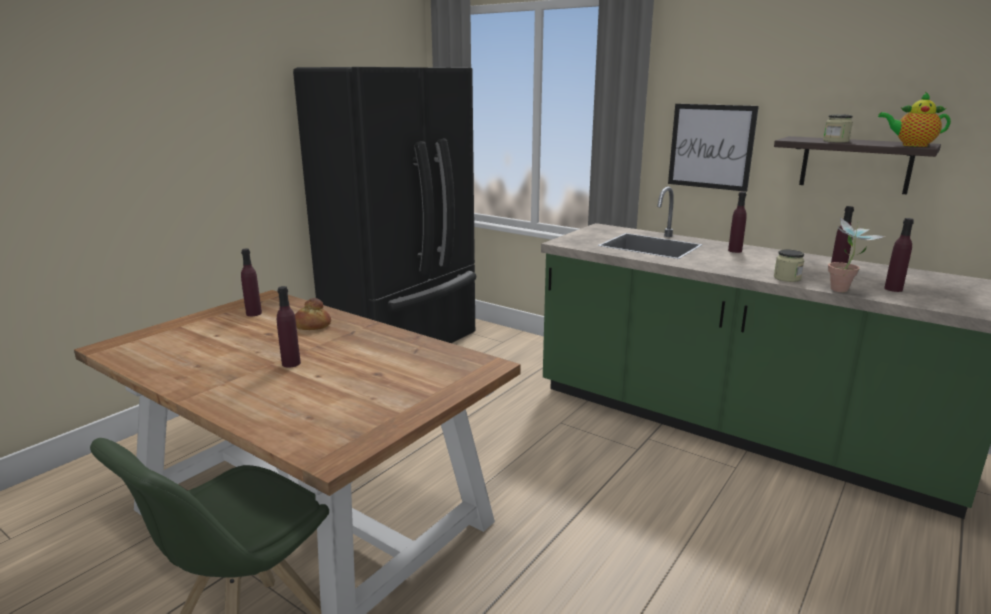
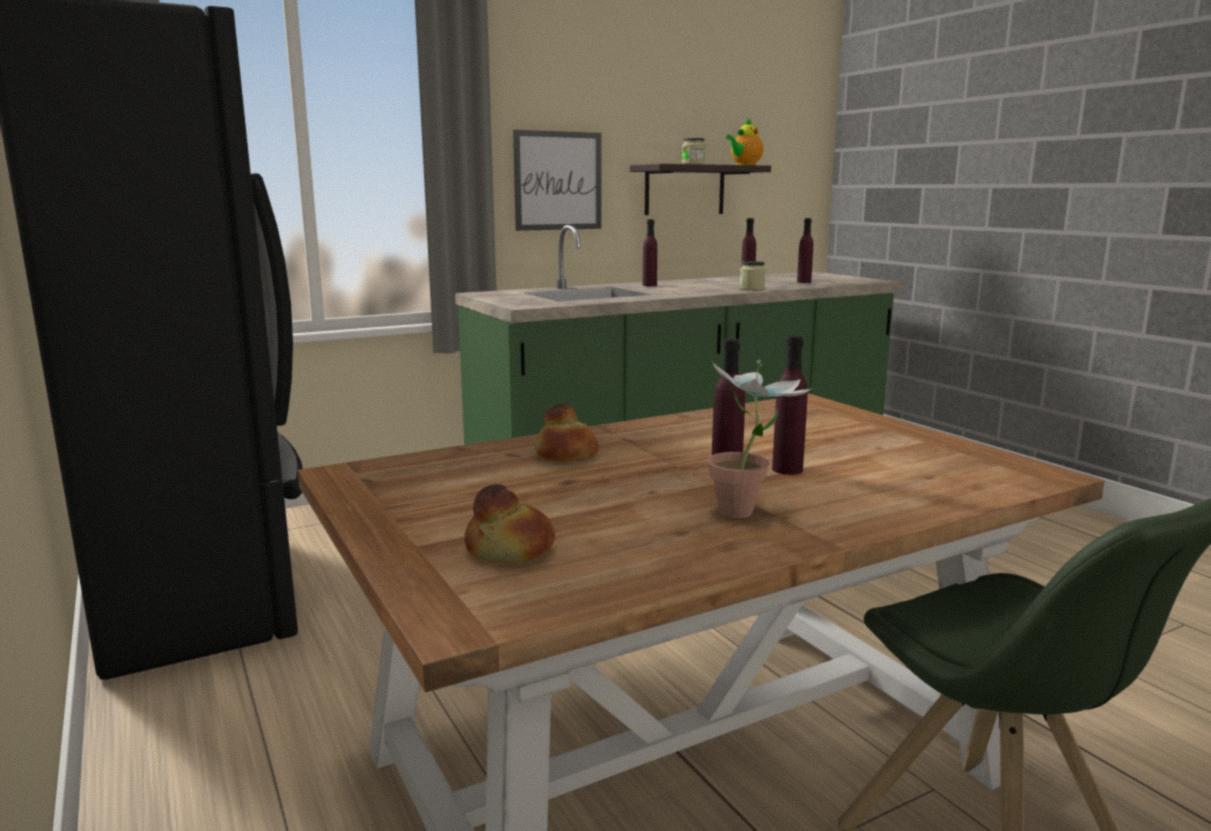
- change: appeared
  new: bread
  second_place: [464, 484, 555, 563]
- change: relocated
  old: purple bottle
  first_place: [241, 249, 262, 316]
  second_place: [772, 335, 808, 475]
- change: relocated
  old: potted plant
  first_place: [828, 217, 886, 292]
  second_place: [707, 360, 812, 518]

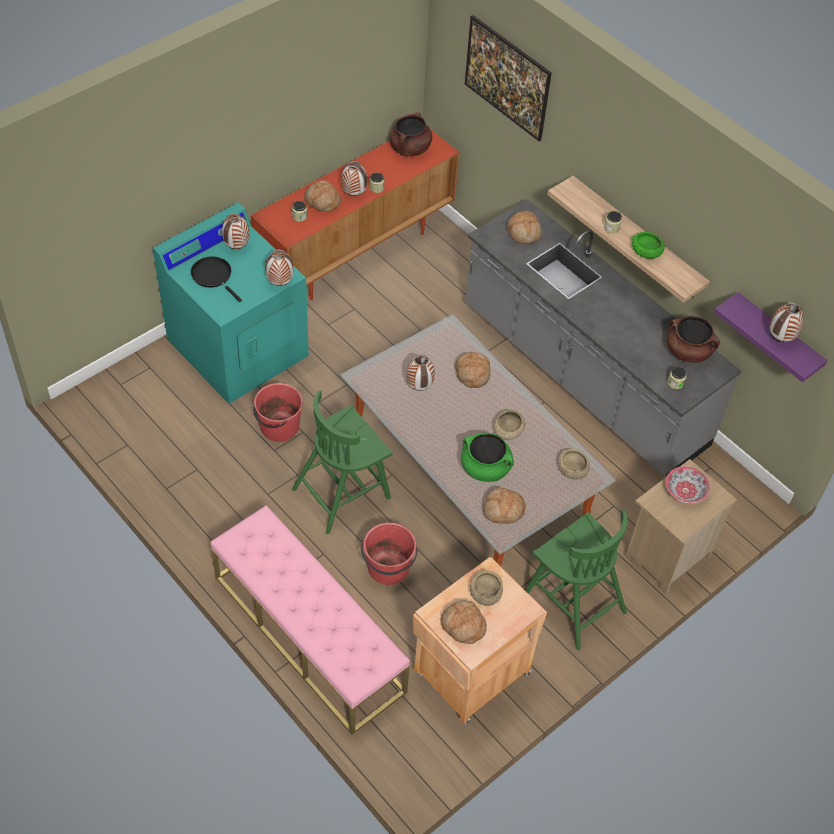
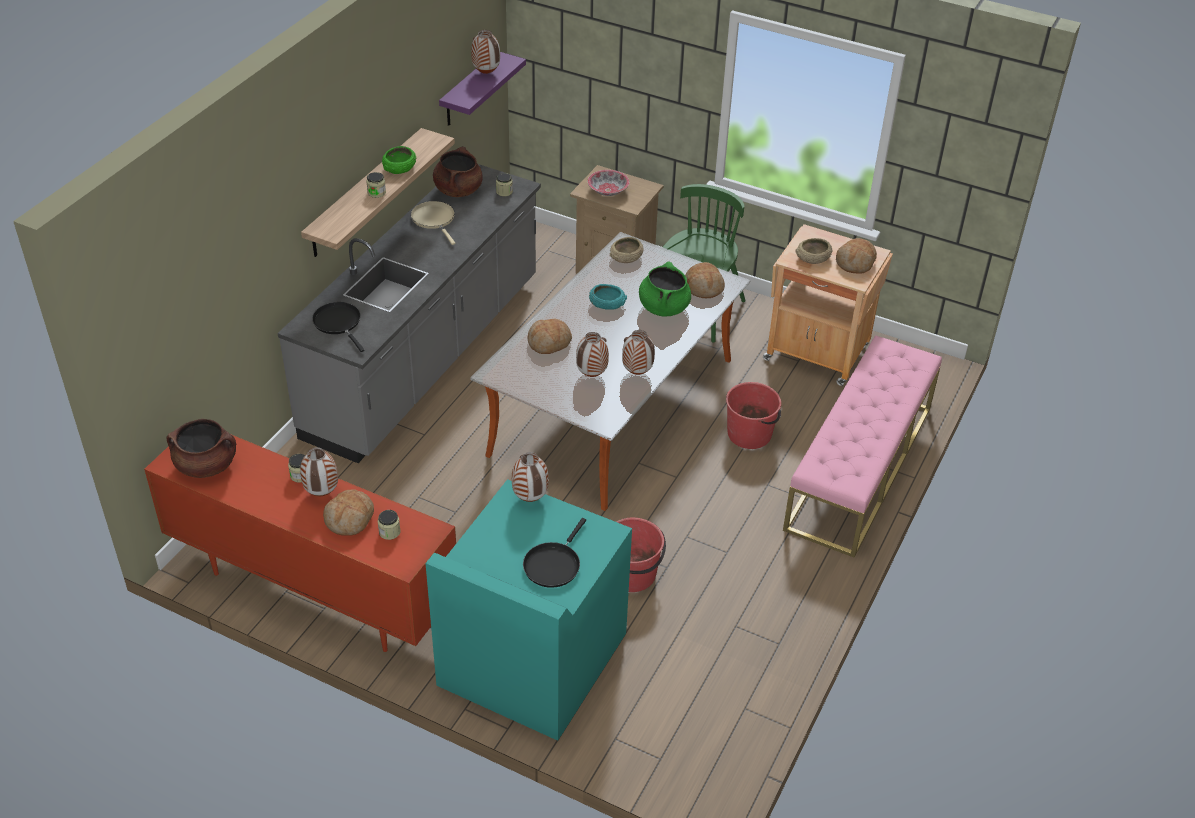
- change: missing
  old: green chair
  first_place: [292, 390, 393, 534]
- change: missing
  old: picture
  first_place: [465, 15, 552, 141]
- change: appeared
  new: beige frying pan
  second_place: [411, 201, 455, 245]
- change: relocated
  old: vase
  first_place: [222, 213, 249, 249]
  second_place: [622, 330, 655, 375]
- change: exchanged
  old: bread
  new: black frying pan
  first_place: [507, 211, 542, 244]
  second_place: [312, 302, 364, 352]
- change: colour
  old: beige bowl
  new: turquoise bowl
  first_place: [494, 410, 525, 440]
  second_place: [589, 284, 627, 310]

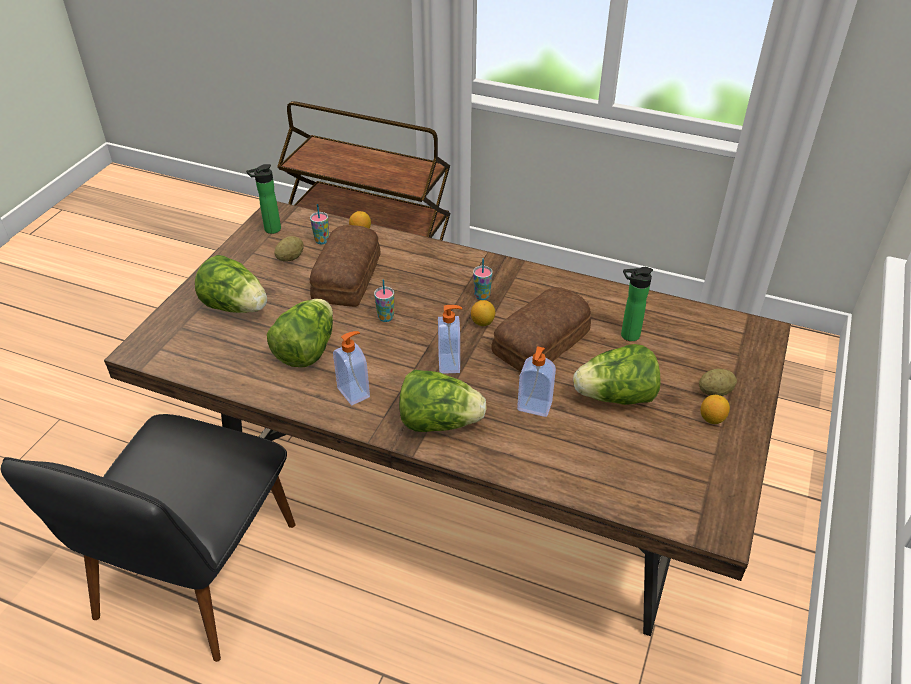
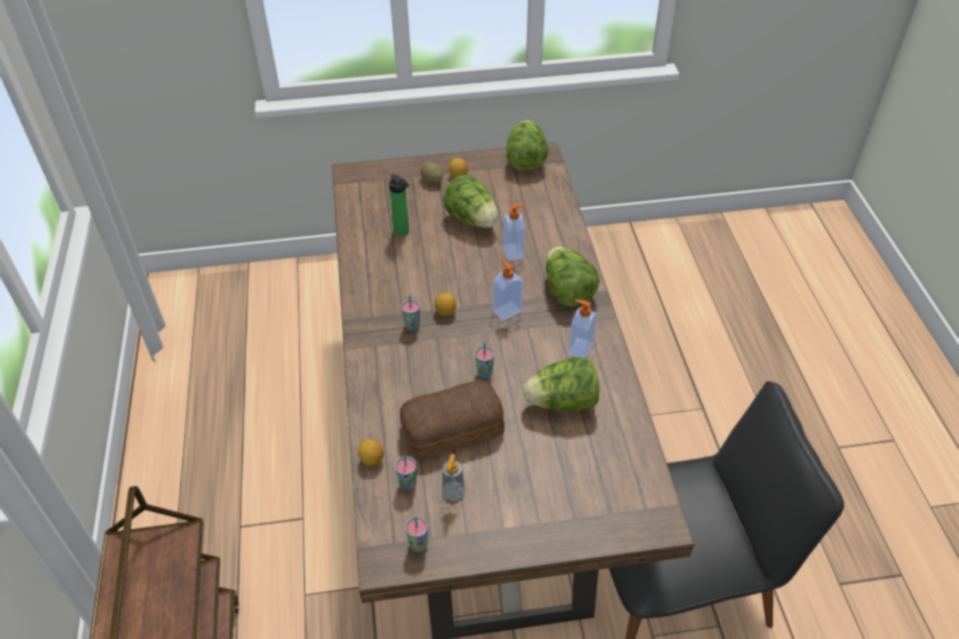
- change: missing
  old: bread
  first_place: [492, 287, 591, 372]
- change: relocated
  old: lettuce
  first_place: [195, 255, 267, 313]
  second_place: [506, 120, 548, 171]
- change: exchanged
  old: bottle
  new: cup
  first_place: [246, 164, 281, 234]
  second_place: [405, 516, 428, 552]
- change: exchanged
  old: potato
  new: soap dispenser
  first_place: [274, 236, 304, 262]
  second_place: [442, 454, 465, 502]

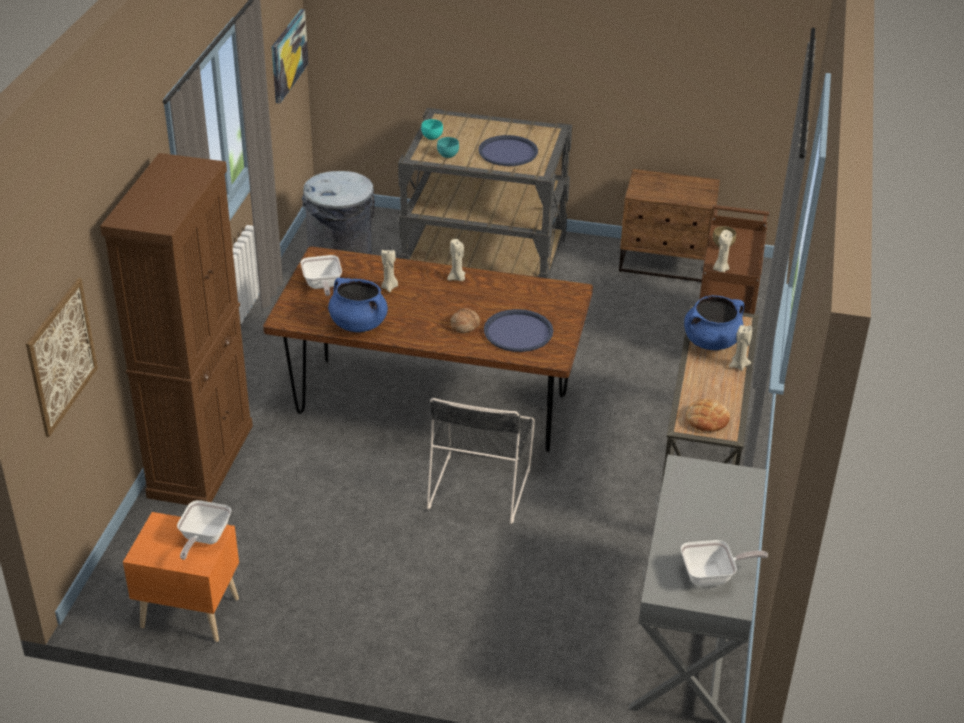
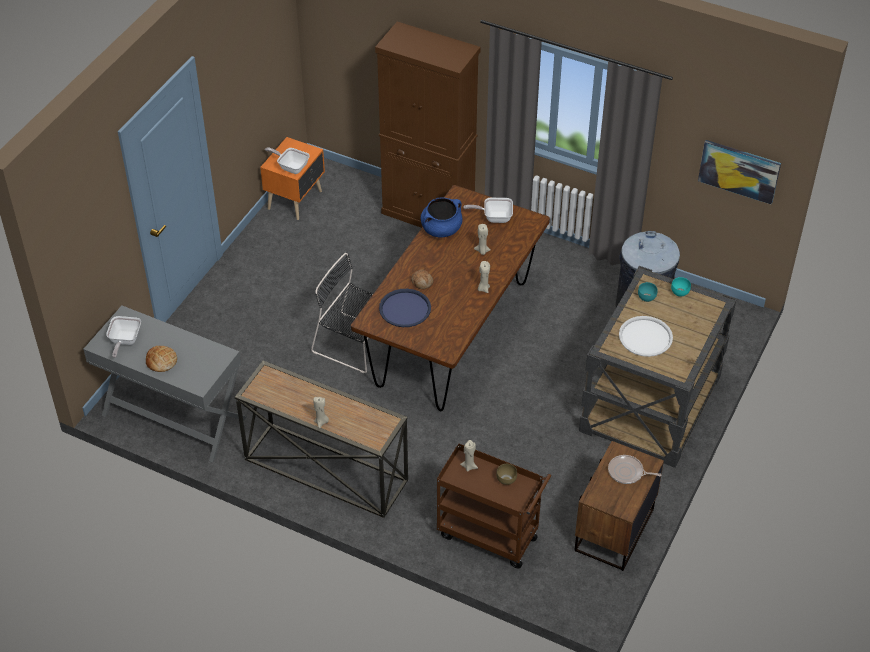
- change: missing
  old: picture
  first_place: [26, 278, 98, 437]
- change: missing
  old: blue cooking pot
  first_place: [684, 295, 745, 350]
- change: appeared
  new: frying pan
  second_place: [608, 455, 661, 484]
- change: relocated
  old: bread
  first_place: [686, 399, 730, 432]
  second_place: [146, 346, 177, 372]
- change: colour
  old: blue tray
  new: white tray
  first_place: [478, 135, 538, 166]
  second_place: [619, 316, 673, 357]

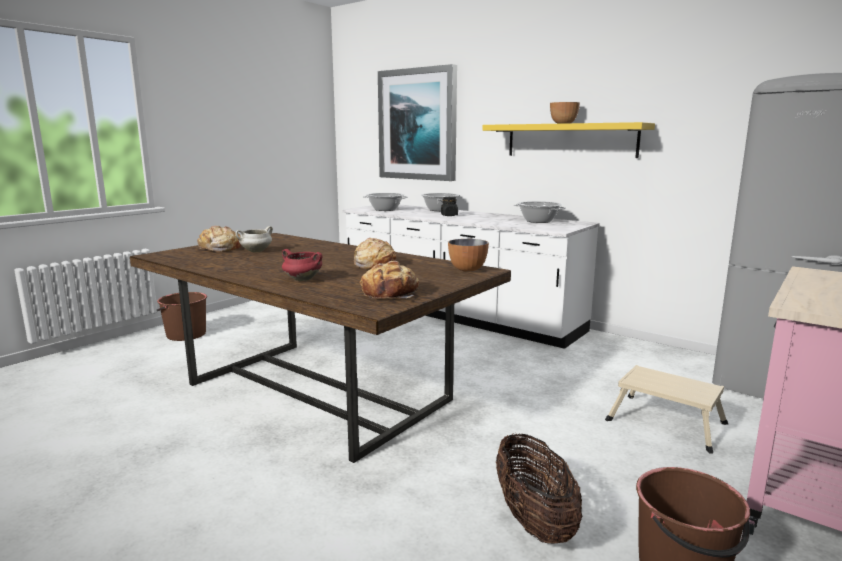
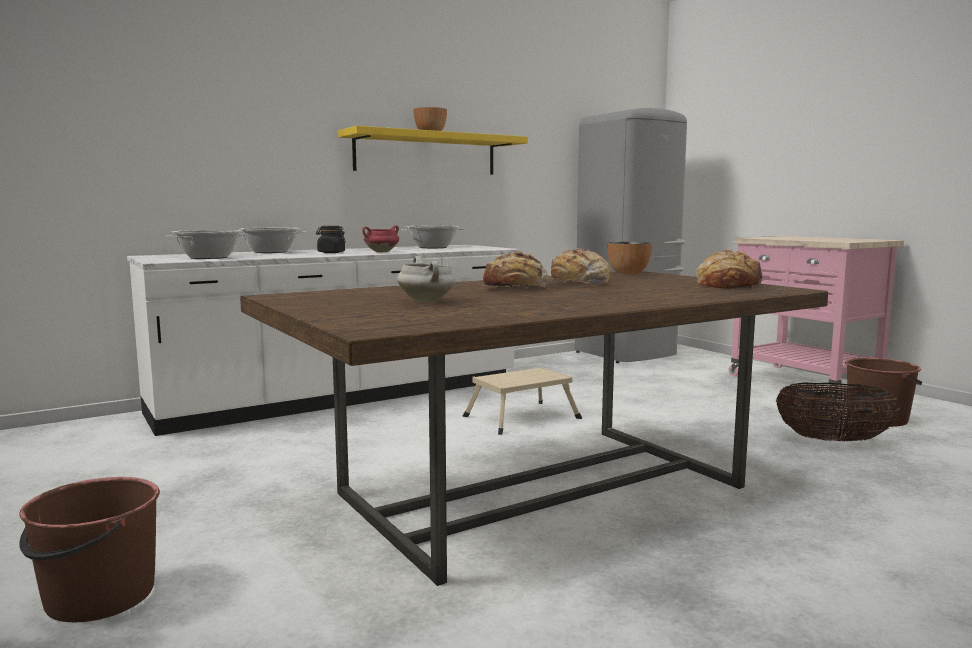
- change: missing
  old: picture
  first_place: [378, 64, 457, 181]
- change: relocated
  old: bread
  first_place: [197, 226, 241, 252]
  second_place: [480, 251, 548, 288]
- change: relocated
  old: red cooking pot
  first_place: [282, 249, 323, 281]
  second_place: [362, 225, 399, 253]
- change: relocated
  old: beige step ladder
  first_place: [605, 365, 728, 454]
  second_place: [462, 367, 582, 435]

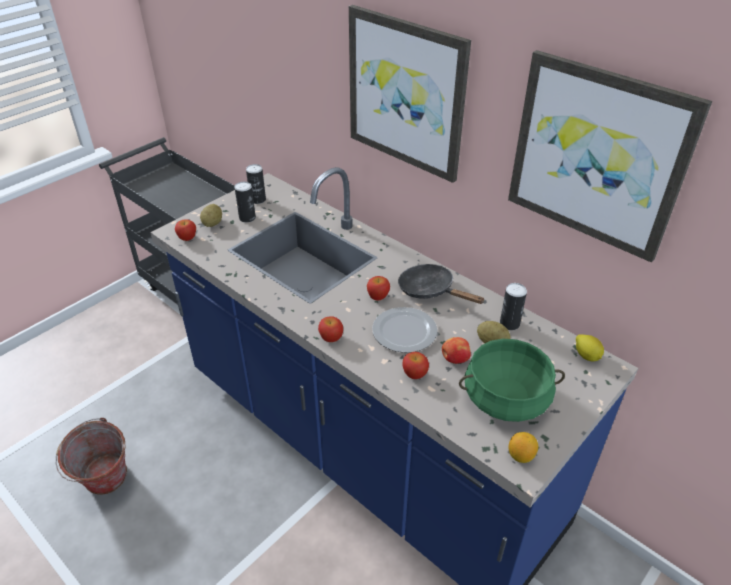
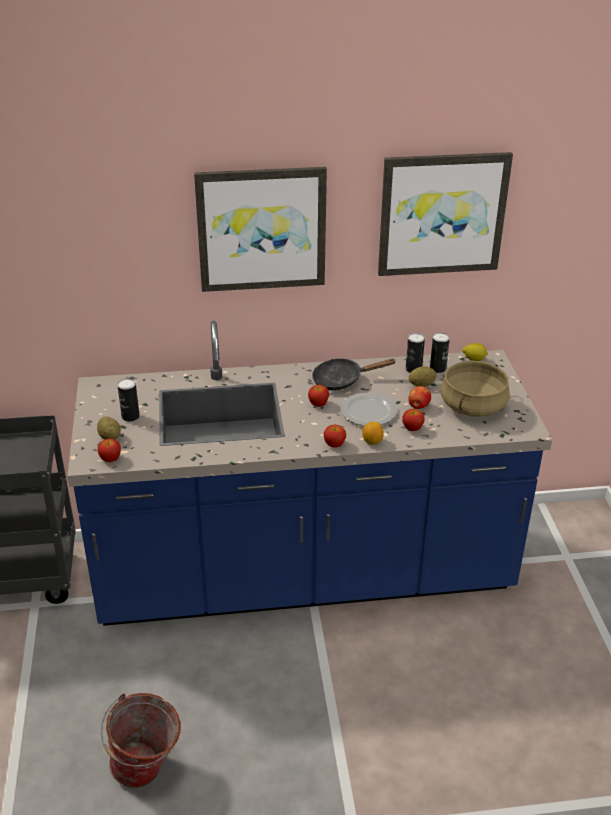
- change: relocated
  old: can
  first_place: [246, 164, 266, 204]
  second_place: [430, 332, 450, 373]
- change: relocated
  old: lemon
  first_place: [508, 432, 538, 463]
  second_place: [362, 422, 384, 445]
- change: colour
  old: green cooking pot
  new: beige cooking pot
  first_place: [459, 339, 565, 422]
  second_place: [441, 361, 510, 417]

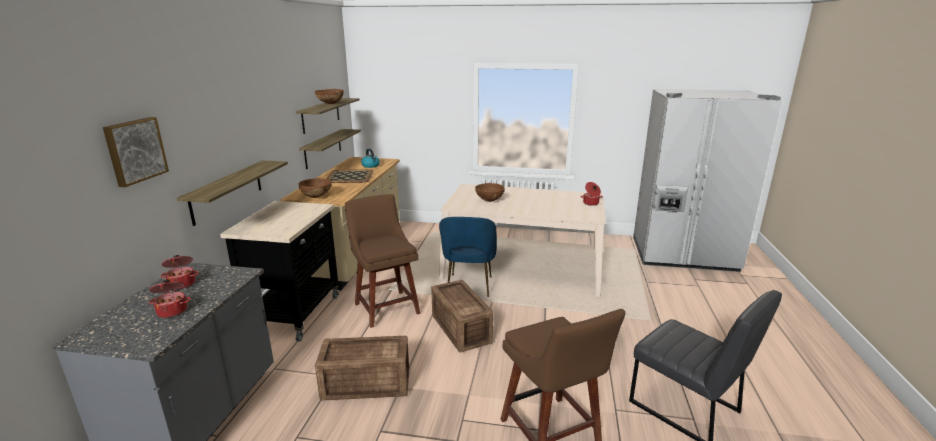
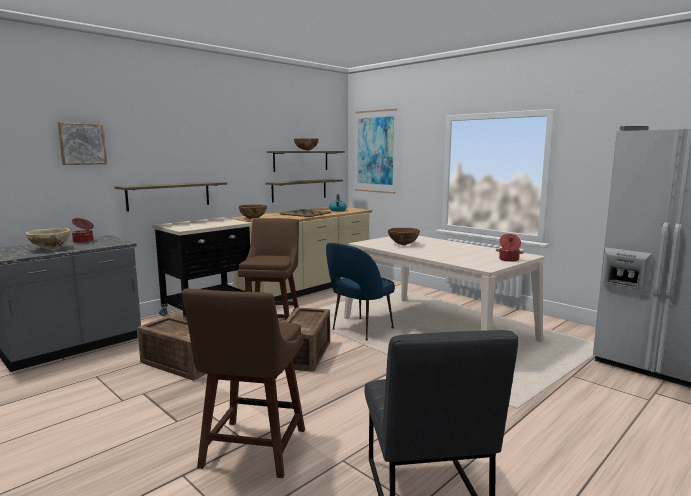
- change: appeared
  new: picture
  second_place: [355, 109, 397, 194]
- change: exchanged
  old: cooking pot
  new: beige bowl
  first_place: [149, 279, 190, 318]
  second_place: [26, 228, 71, 249]

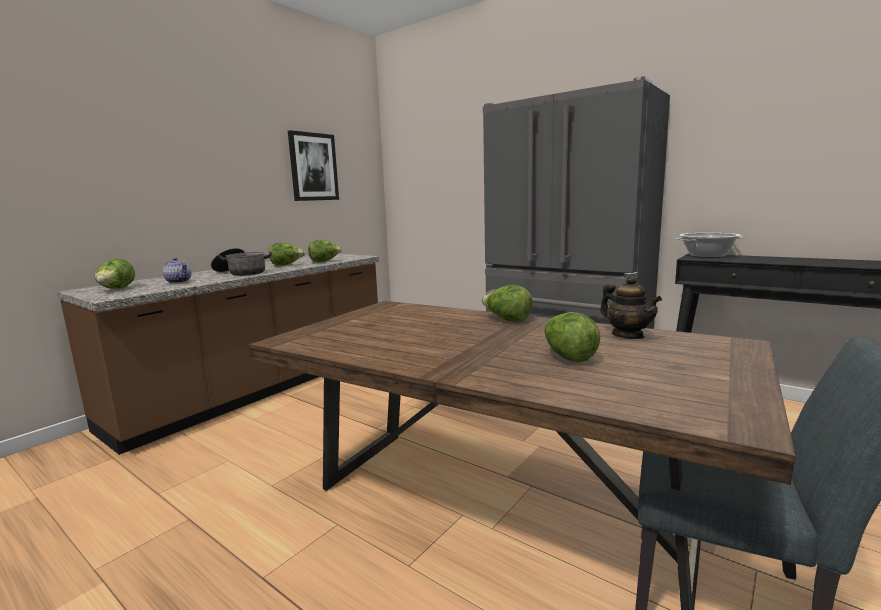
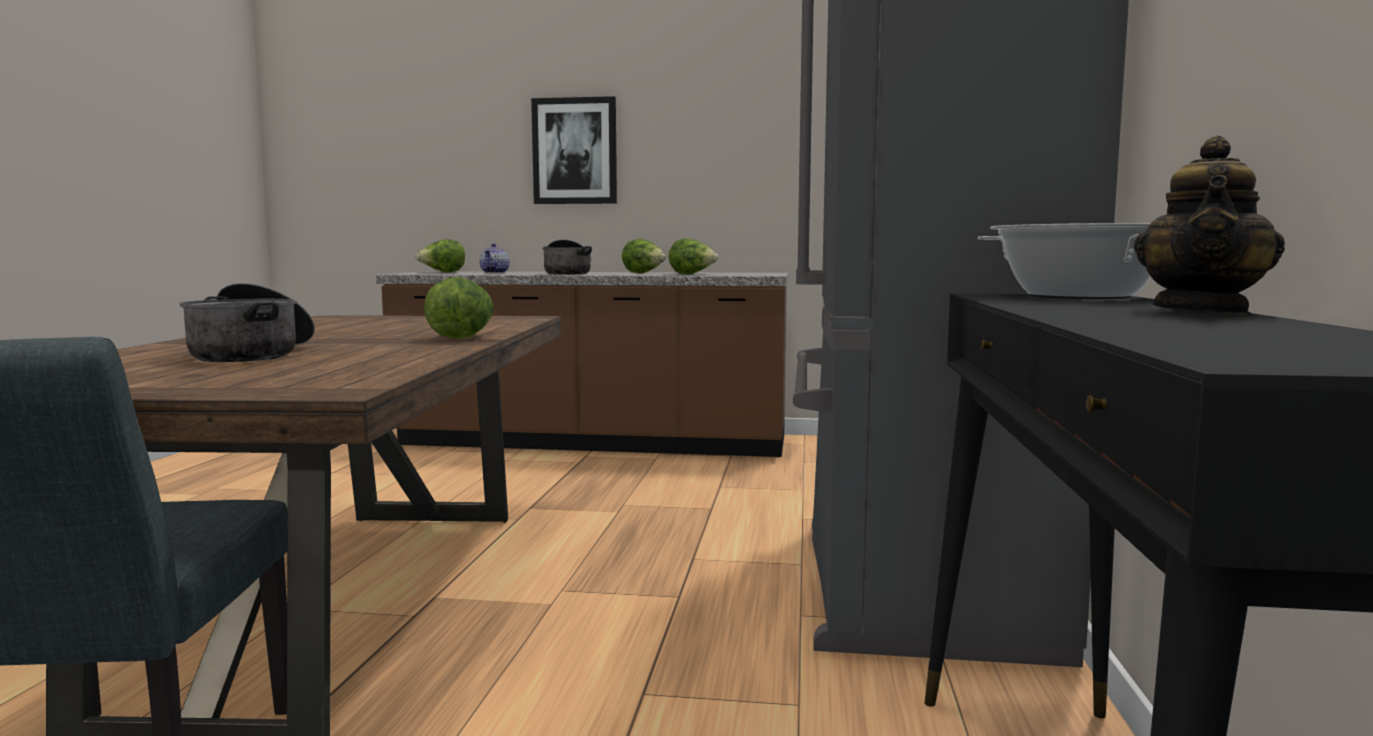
- change: relocated
  old: picture
  first_place: [288, 130, 339, 201]
  second_place: [531, 96, 617, 204]
- change: relocated
  old: teapot
  first_place: [600, 276, 662, 339]
  second_place: [1134, 136, 1285, 315]
- change: exchanged
  old: lettuce
  new: cooking pot
  first_place: [544, 312, 600, 363]
  second_place: [179, 283, 315, 362]

